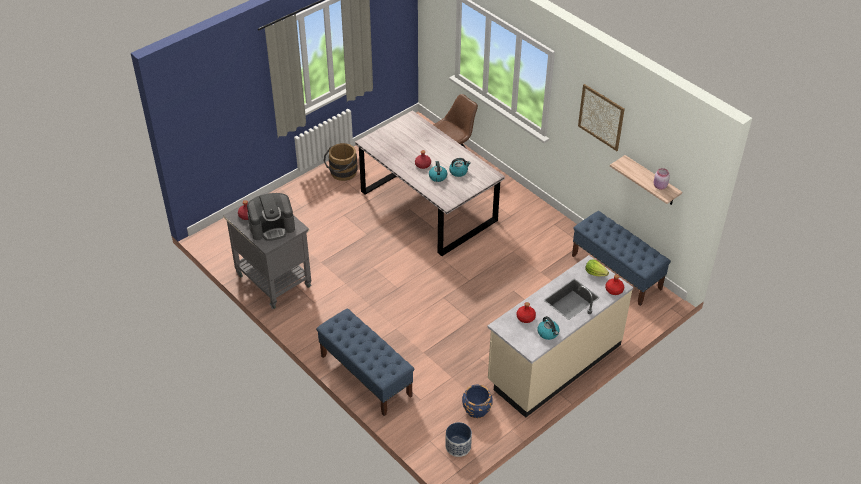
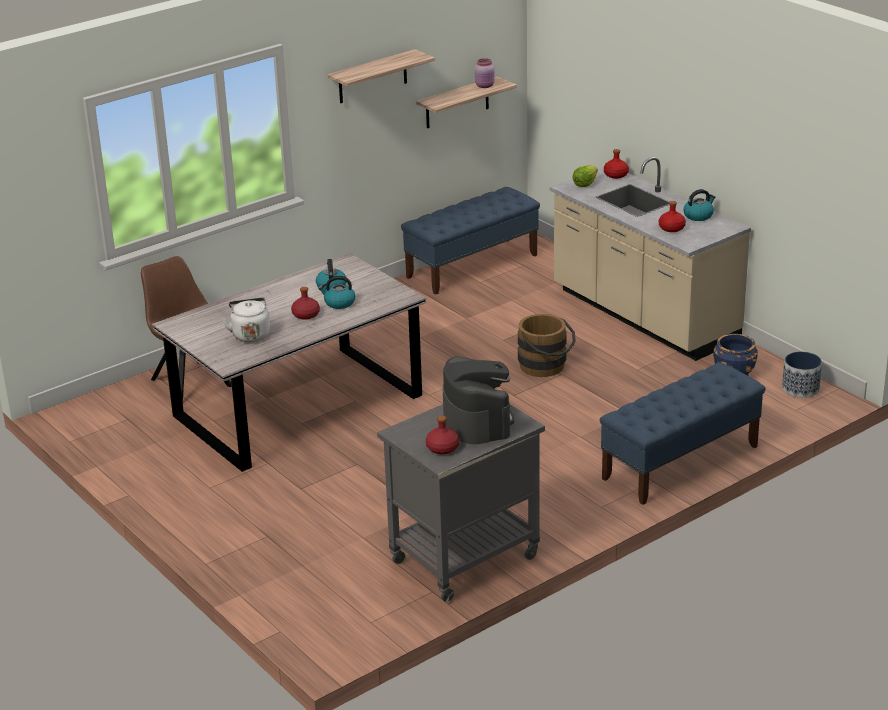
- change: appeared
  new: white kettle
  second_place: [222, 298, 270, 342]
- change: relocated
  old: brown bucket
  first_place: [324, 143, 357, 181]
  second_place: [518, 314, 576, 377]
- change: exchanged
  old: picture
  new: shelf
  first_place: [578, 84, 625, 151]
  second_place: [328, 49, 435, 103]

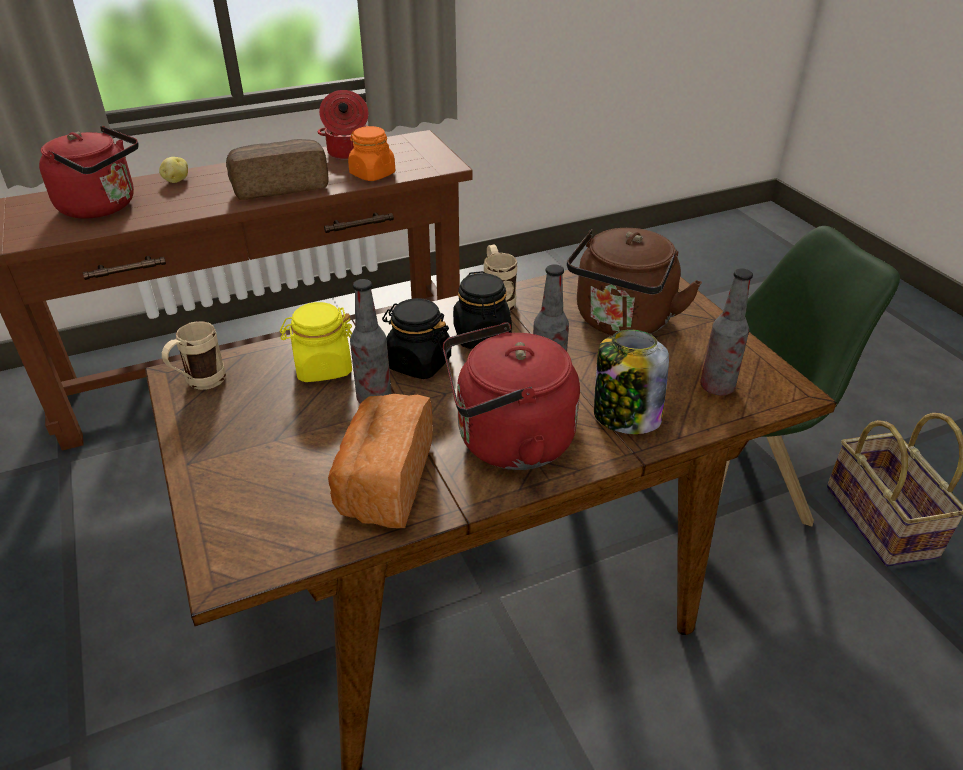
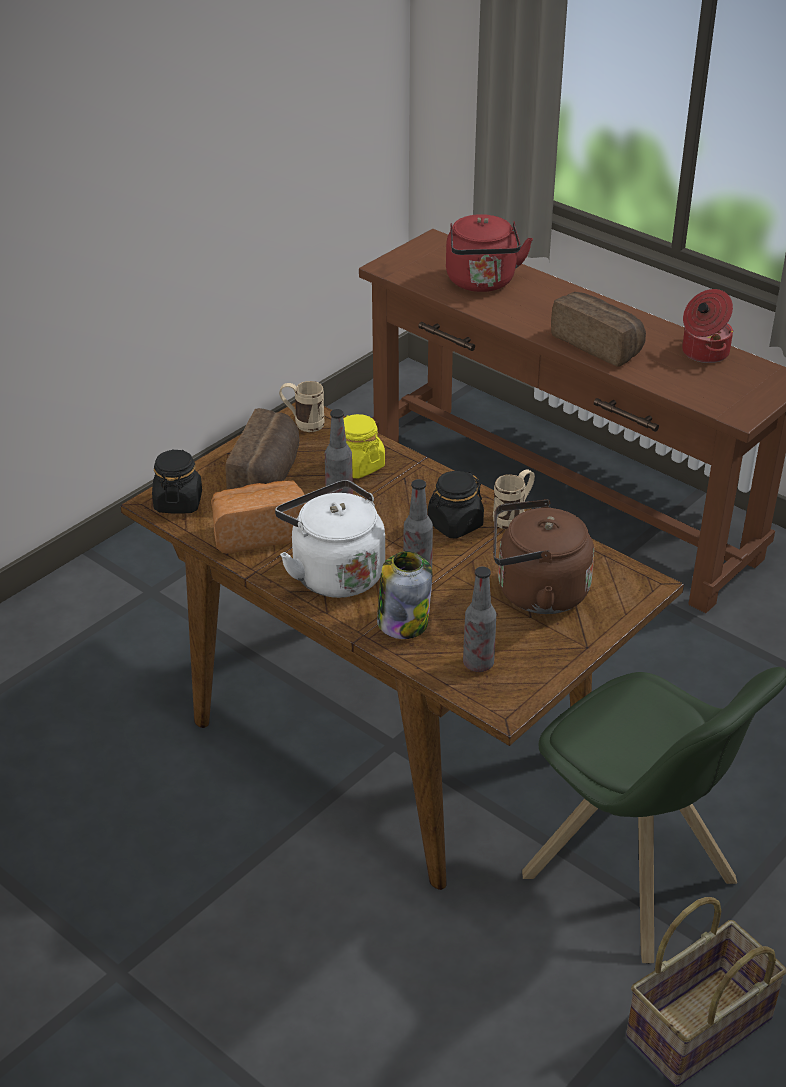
- change: missing
  old: potato
  first_place: [159, 157, 188, 183]
- change: missing
  old: orange jar
  first_place: [348, 126, 395, 181]
- change: appeared
  new: bread
  second_place: [225, 408, 300, 489]
- change: relocated
  old: black jar
  first_place: [382, 298, 452, 379]
  second_place: [152, 449, 202, 514]
- change: colour
  old: red kettle
  new: white kettle
  first_place: [443, 322, 580, 470]
  second_place: [275, 480, 385, 598]

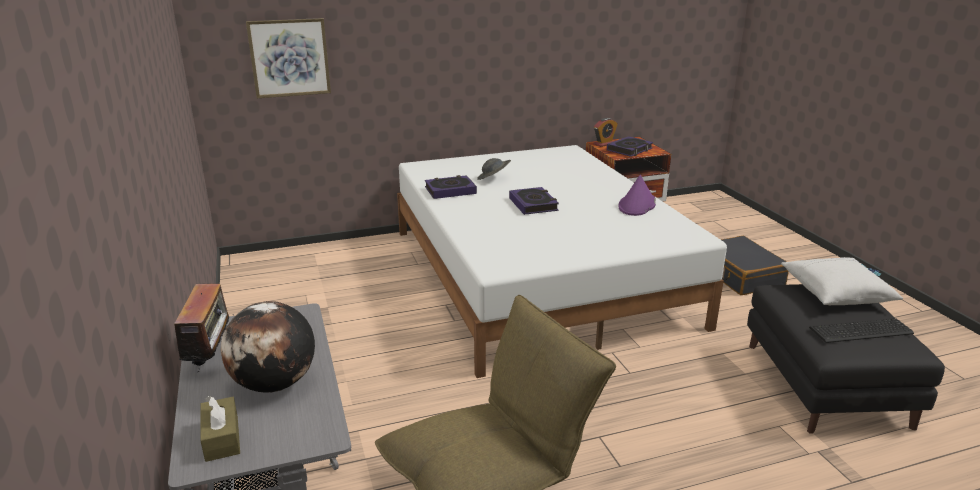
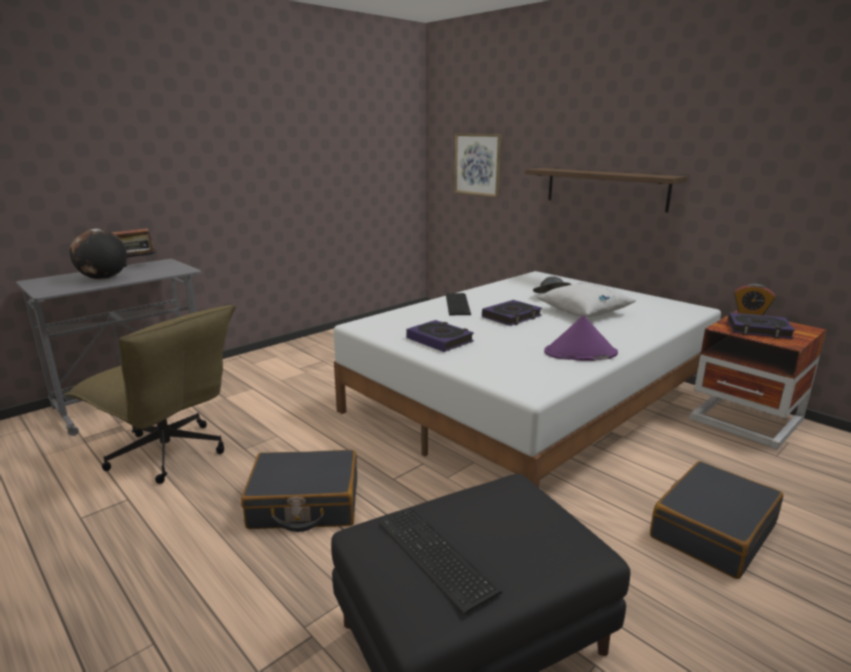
- change: missing
  old: brown tissue box
  first_place: [200, 396, 240, 462]
- change: appeared
  new: black suitcase
  second_place: [241, 450, 357, 532]
- change: appeared
  new: keyboard
  second_place: [446, 293, 471, 315]
- change: appeared
  new: shelf
  second_place: [525, 168, 687, 212]
- change: relocated
  old: book
  first_place: [425, 175, 477, 199]
  second_place: [406, 320, 474, 352]
- change: relocated
  old: grey pillow
  first_place: [781, 257, 903, 305]
  second_place: [537, 283, 636, 317]

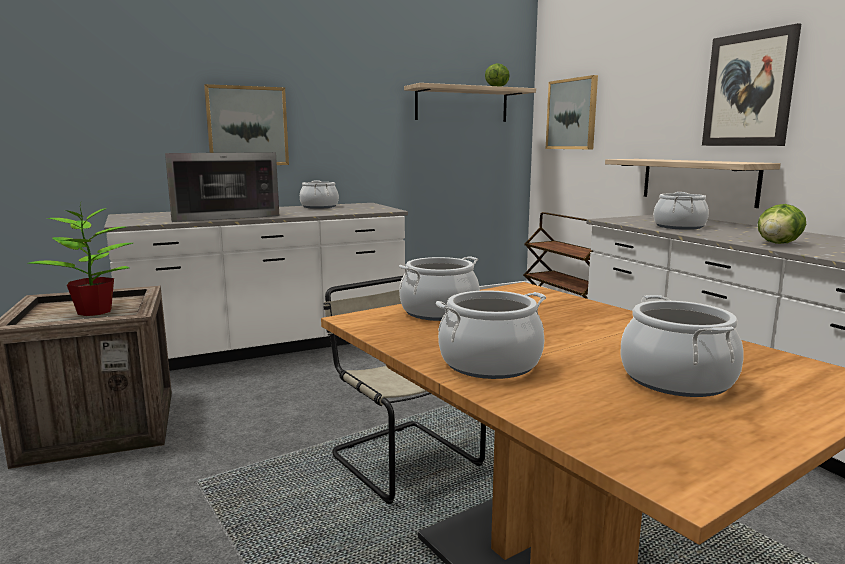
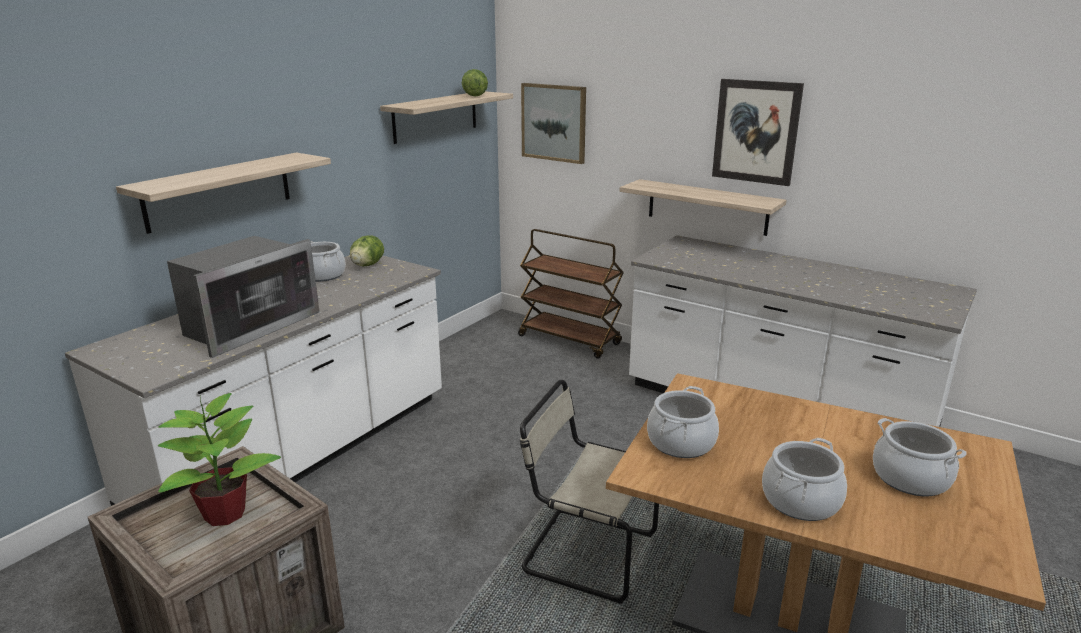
- change: missing
  old: cooking pot
  first_place: [653, 192, 709, 230]
- change: relocated
  old: lettuce
  first_place: [758, 204, 806, 244]
  second_place: [350, 235, 384, 266]
- change: exchanged
  old: picture
  new: shelf
  first_place: [204, 84, 289, 165]
  second_place: [116, 153, 331, 234]

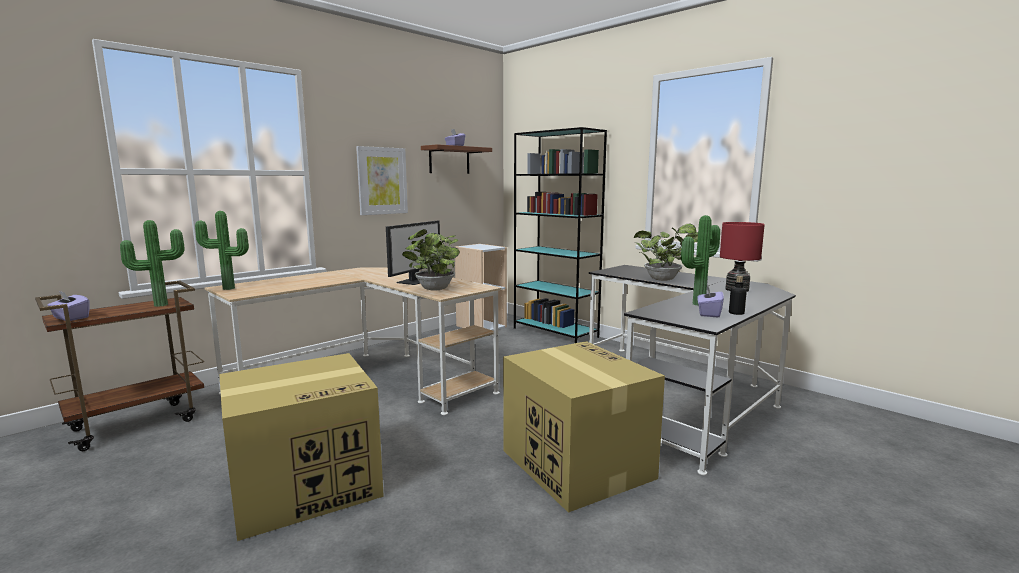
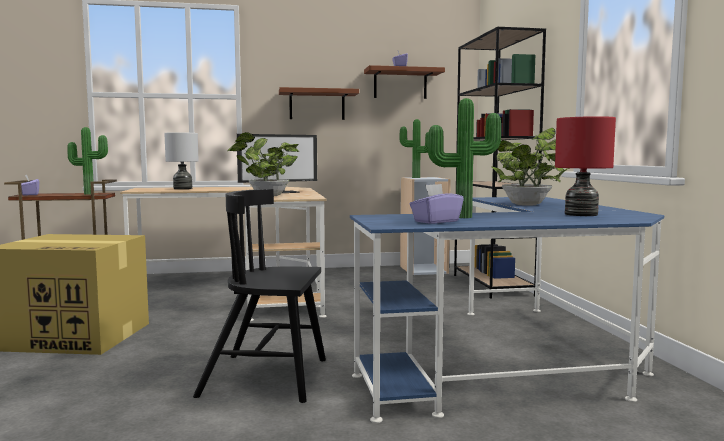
- change: missing
  old: bottle
  first_place: [729, 276, 747, 315]
- change: appeared
  new: grey table lamp
  second_place: [164, 132, 199, 189]
- change: relocated
  old: potted plant
  first_place: [195, 211, 249, 290]
  second_place: [399, 119, 429, 178]
- change: exchanged
  old: picture
  new: brown shelf
  first_place: [356, 146, 408, 215]
  second_place: [279, 87, 359, 120]
- change: exchanged
  old: cardboard box
  new: black chair
  first_place: [503, 341, 665, 513]
  second_place: [193, 189, 326, 403]
- change: colour
  old: turquoise bookcase
  new: beige bookcase
  first_place: [514, 127, 607, 343]
  second_place: [454, 27, 546, 298]
- change: colour
  old: black desk
  new: blue desk
  first_place: [589, 265, 796, 475]
  second_place: [350, 197, 664, 423]

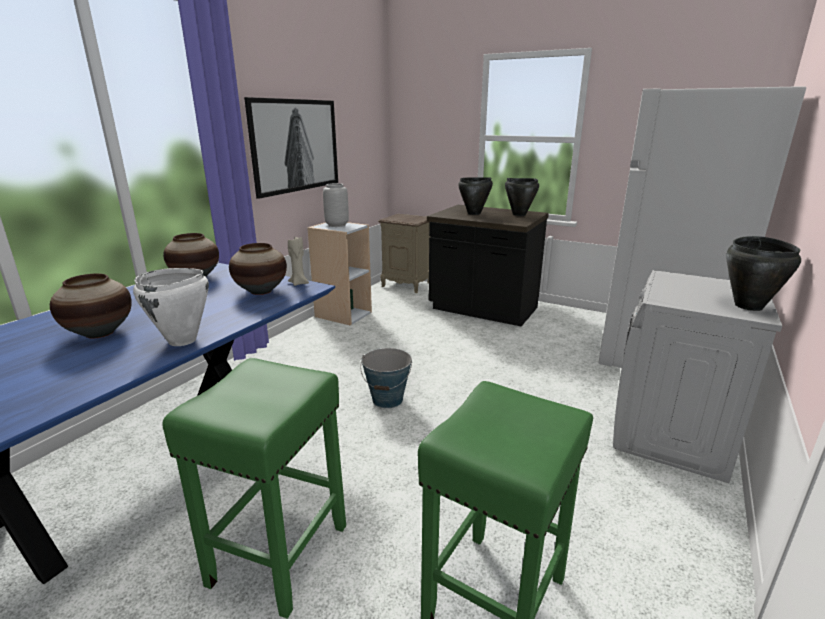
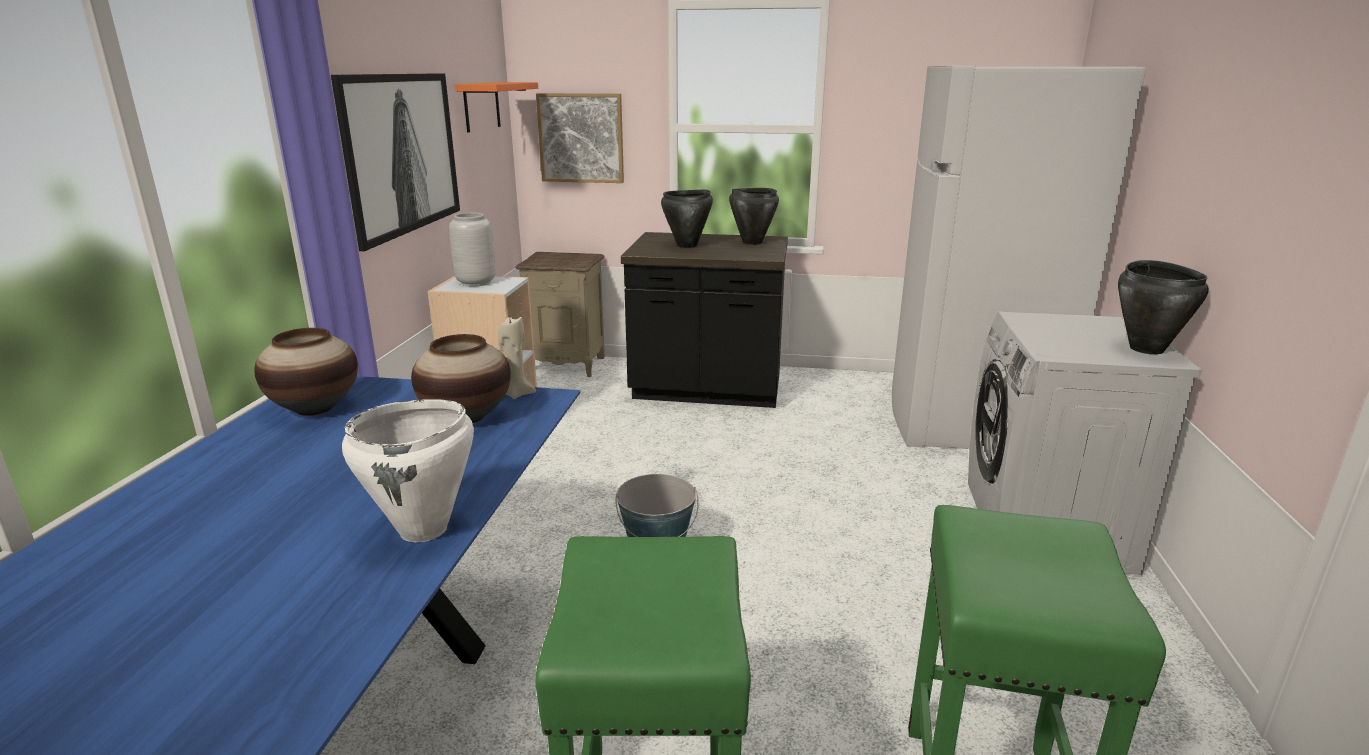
- change: missing
  old: vase
  first_place: [50, 273, 132, 338]
- change: appeared
  new: orange shelf
  second_place: [455, 82, 538, 133]
- change: appeared
  new: picture
  second_place: [536, 93, 624, 183]

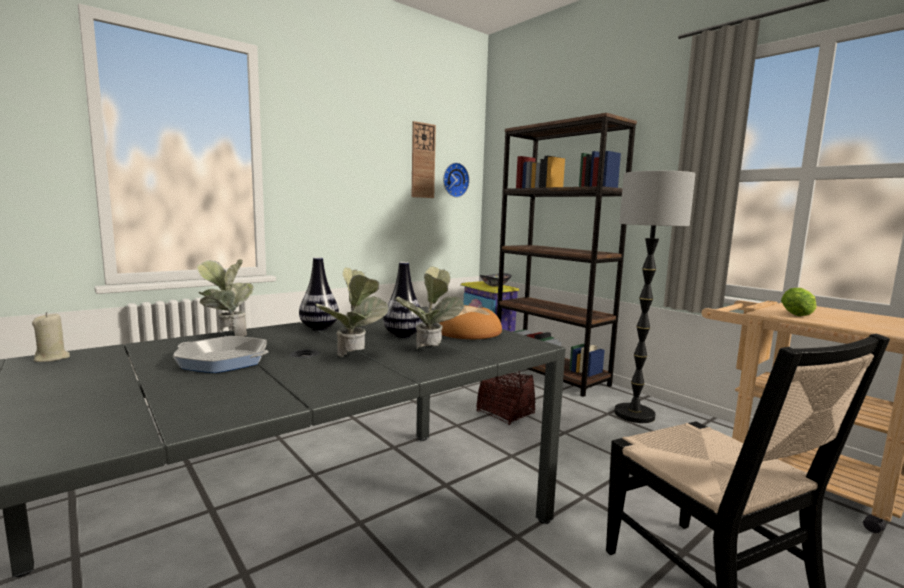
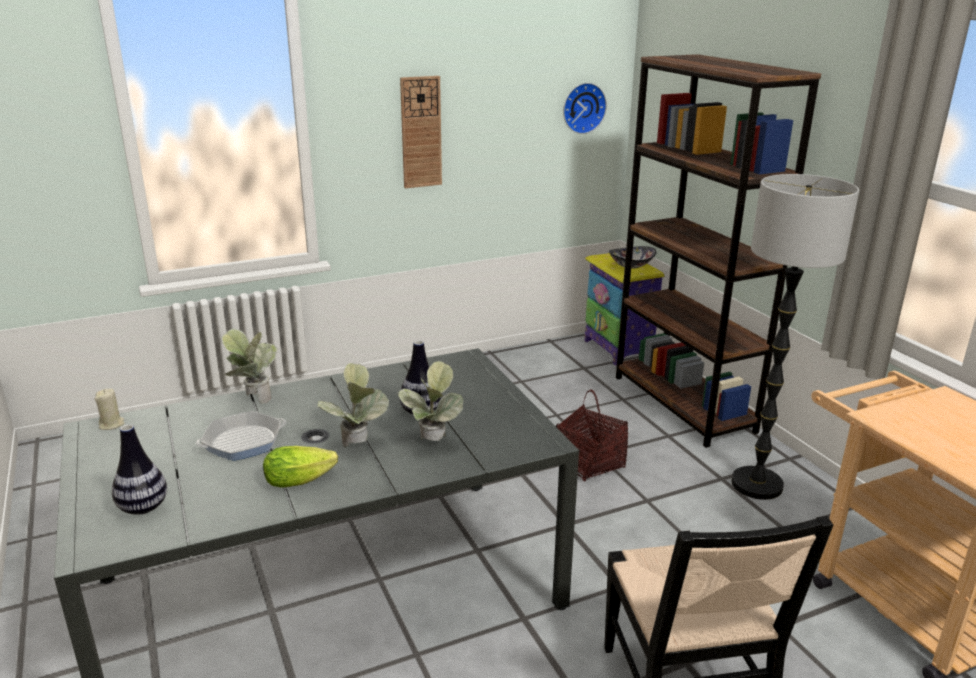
- change: missing
  old: bread
  first_place: [439, 305, 502, 339]
- change: relocated
  old: vase
  first_place: [299, 257, 339, 330]
  second_place: [112, 424, 167, 514]
- change: relocated
  old: wall clock
  first_place: [412, 121, 436, 198]
  second_place: [400, 76, 442, 188]
- change: relocated
  old: lettuce
  first_place: [781, 288, 817, 316]
  second_place: [263, 446, 338, 488]
- change: spun
  old: frying pan
  first_place: [173, 336, 269, 373]
  second_place: [196, 411, 286, 461]
  degrees: 120

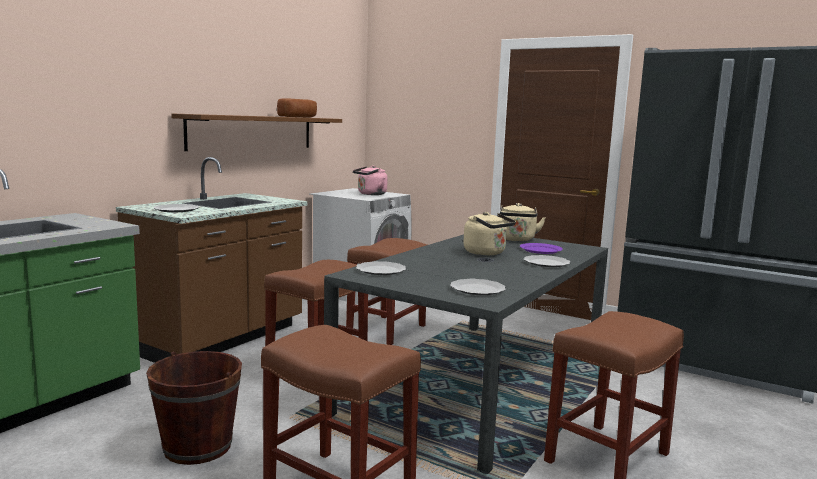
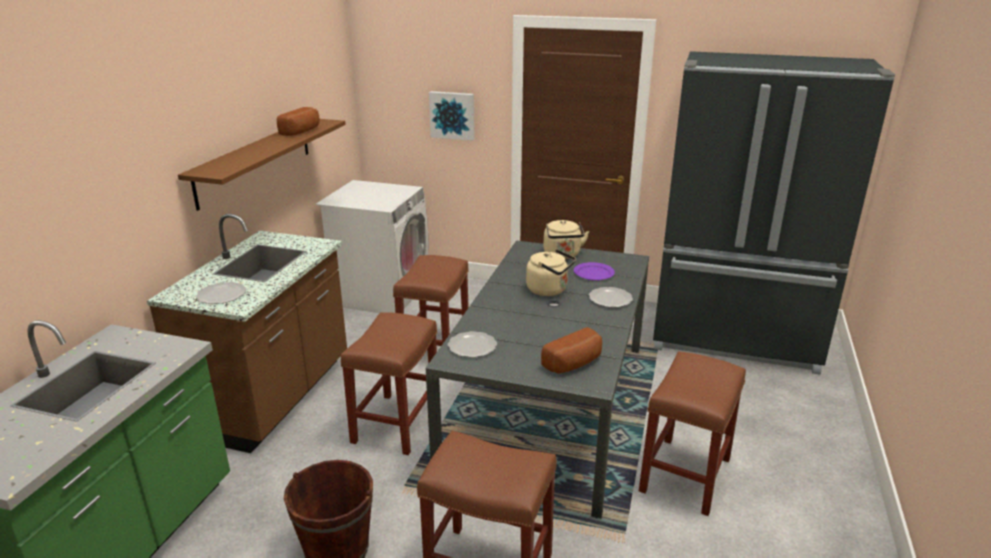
- change: missing
  old: pink kettle
  first_place: [353, 166, 388, 195]
- change: appeared
  new: picture
  second_place: [429, 91, 475, 141]
- change: exchanged
  old: plate
  new: bread
  first_place: [450, 279, 506, 295]
  second_place: [541, 327, 602, 374]

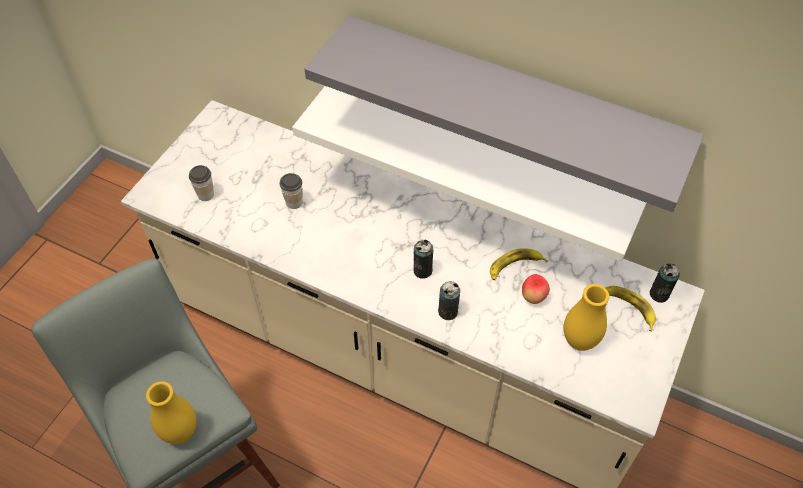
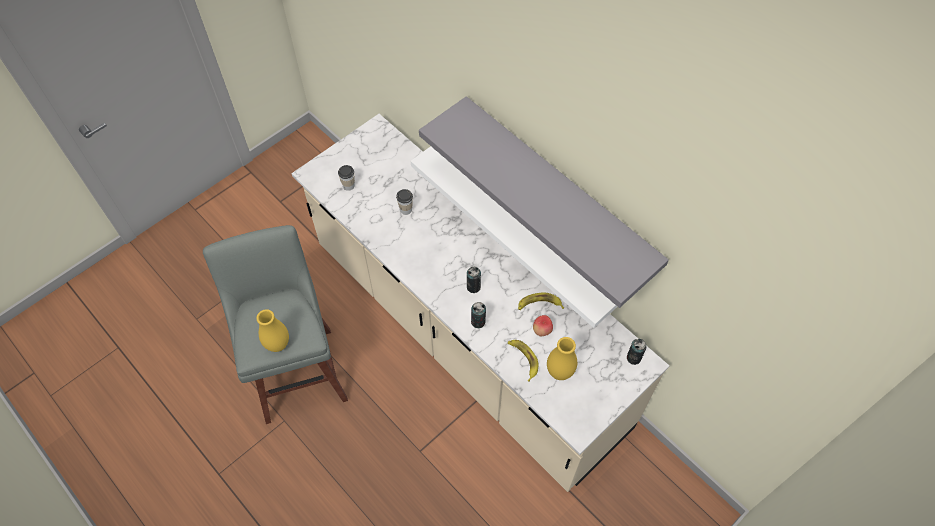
- change: relocated
  old: banana
  first_place: [606, 286, 656, 332]
  second_place: [508, 340, 538, 382]

